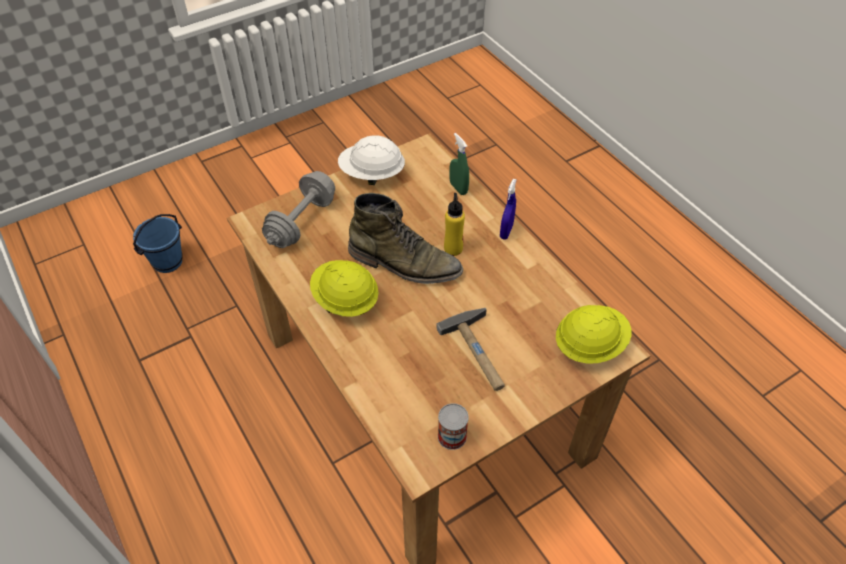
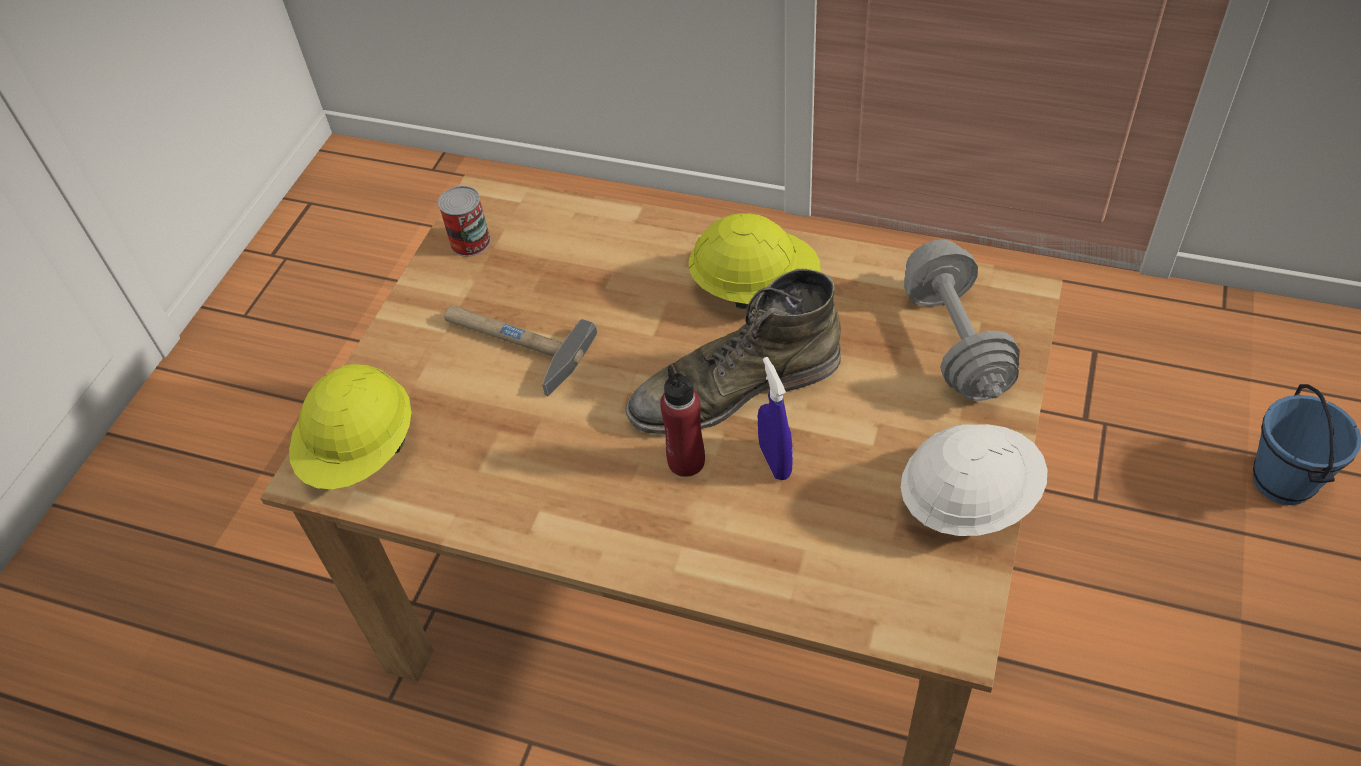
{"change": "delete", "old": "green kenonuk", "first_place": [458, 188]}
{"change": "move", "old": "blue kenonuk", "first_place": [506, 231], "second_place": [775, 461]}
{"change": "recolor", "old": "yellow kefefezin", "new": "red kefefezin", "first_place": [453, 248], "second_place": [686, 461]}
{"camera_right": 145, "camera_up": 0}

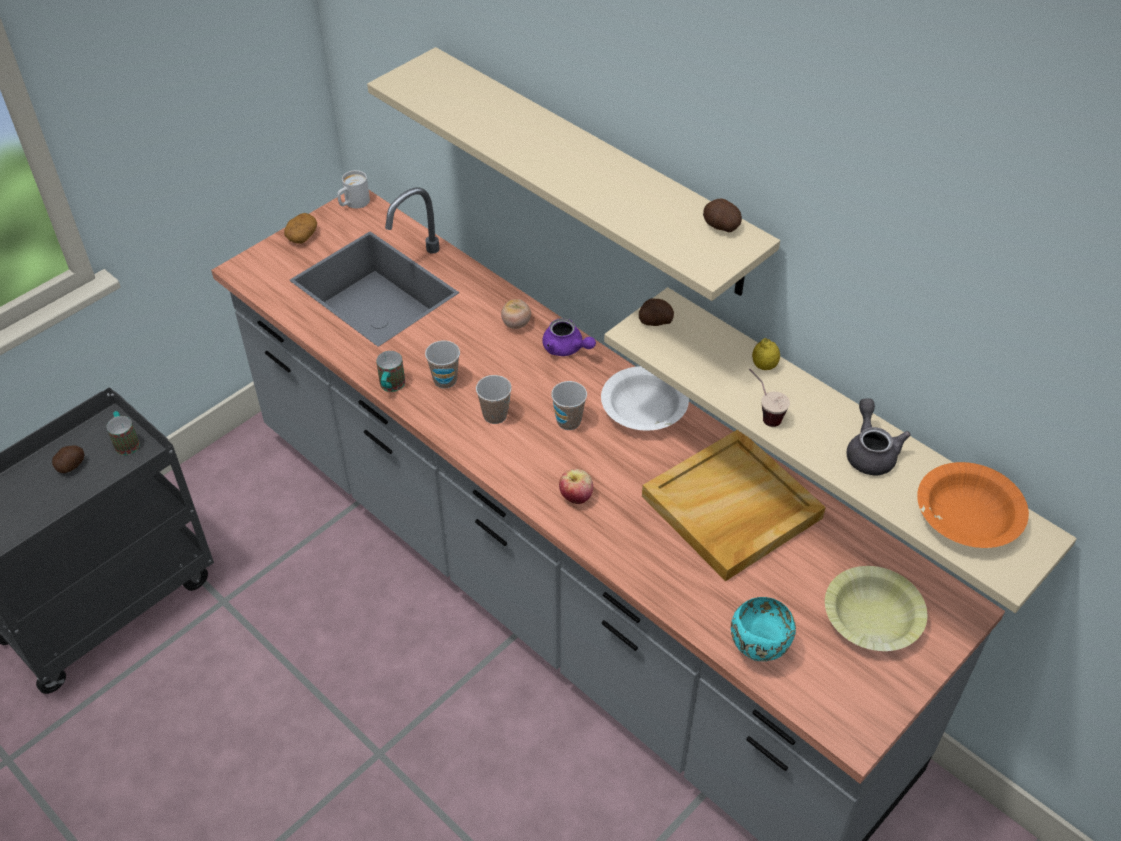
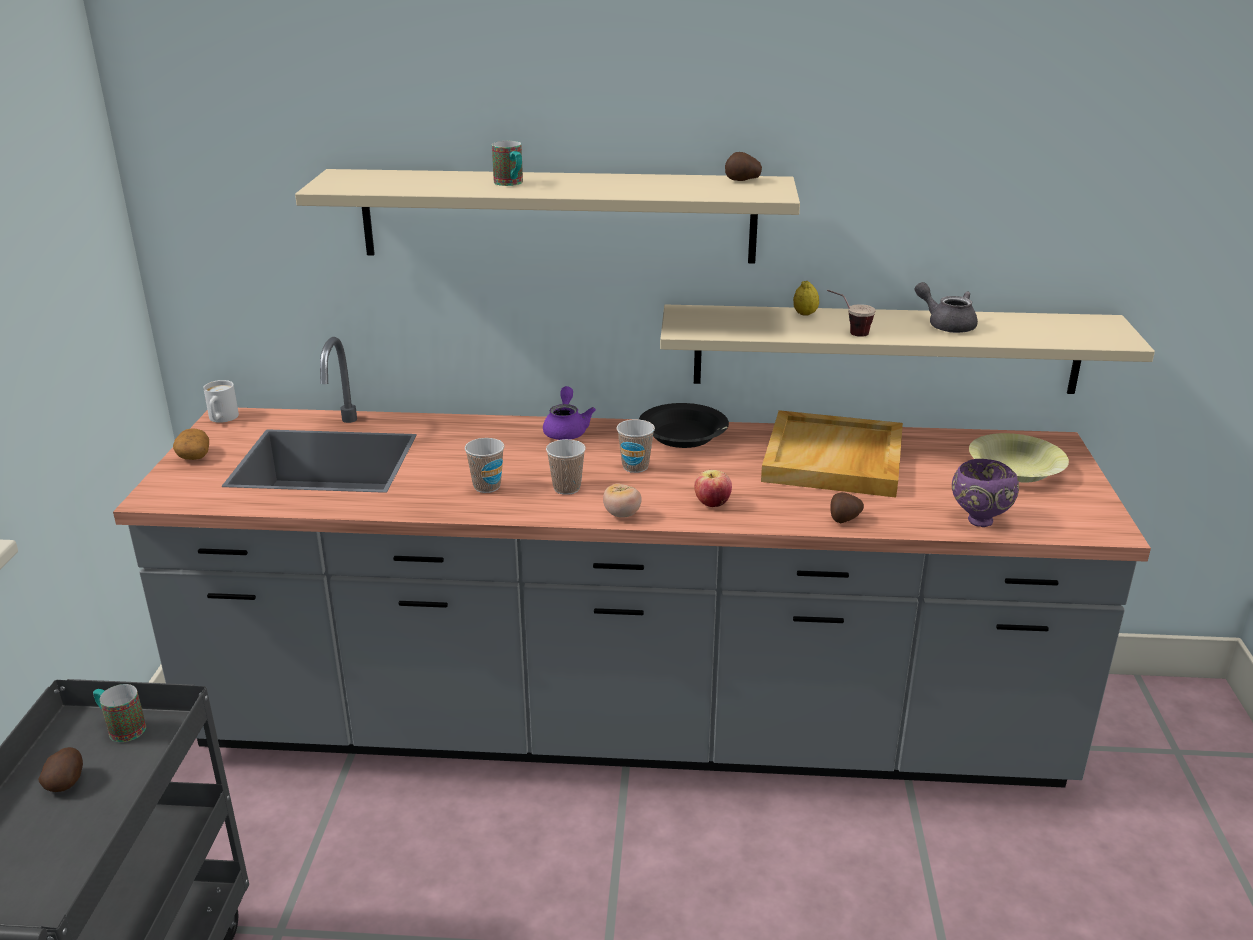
{"change": "move", "old": "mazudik", "first_place": [655, 322], "second_place": [843, 519]}
{"change": "move", "old": "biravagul", "first_place": [516, 324], "second_place": [622, 514]}
{"change": "rotate", "old": "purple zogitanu", "first_place": [566, 349], "second_place": [566, 430], "degrees": -90}
{"change": "move", "old": "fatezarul", "first_place": [391, 387], "second_place": [511, 184]}
{"change": "recolor", "old": "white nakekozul", "new": "black nakekozul", "first_place": [643, 409], "second_place": [683, 437]}
{"change": "delete", "old": "orange nakekozul", "first_place": [967, 516]}
{"change": "recolor", "old": "turquoise nakekozul", "new": "purple nakekozul", "first_place": [758, 649], "second_place": [978, 520]}
{"camera_right": -40, "camera_up": -20}

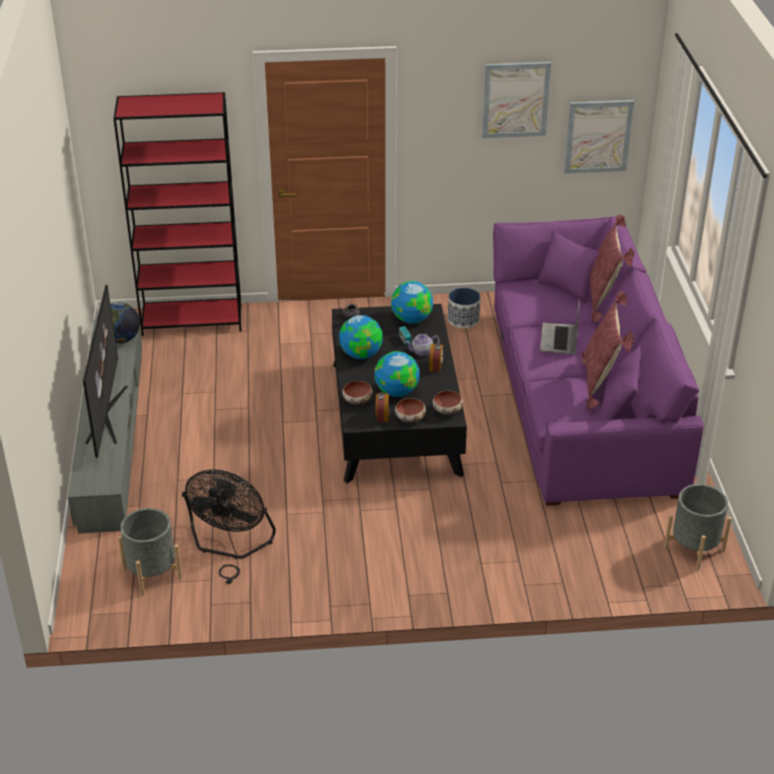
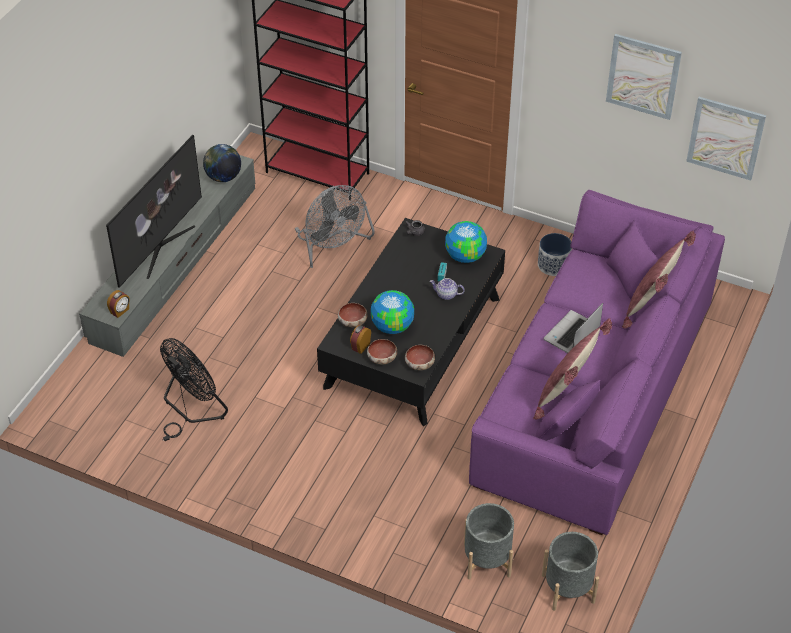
{"change": "delete", "old": "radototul", "first_place": [361, 354]}
{"change": "move", "old": "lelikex", "first_place": [436, 366], "second_place": [120, 311]}
{"change": "move", "old": "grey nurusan", "first_place": [152, 574], "second_place": [487, 560]}
{"change": "insert", "new": "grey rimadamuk", "second_place": [330, 245]}
{"camera_right": 30, "camera_up": 10}

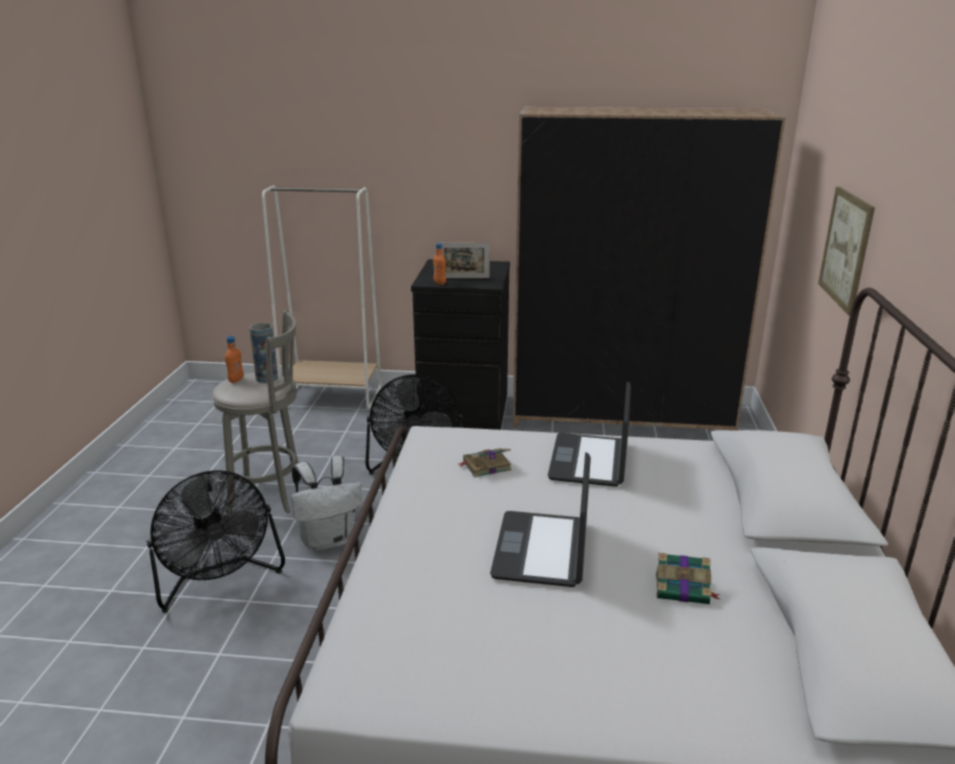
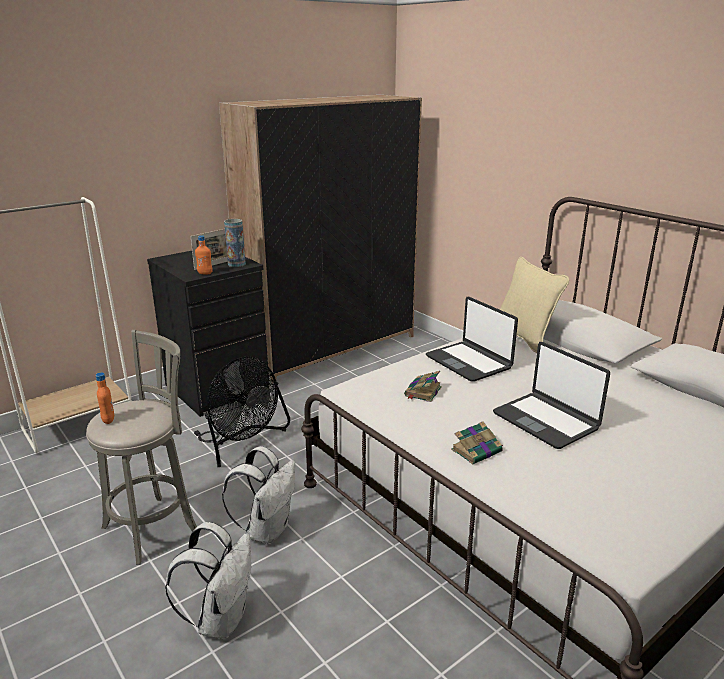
{"change": "delete", "old": "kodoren", "first_place": [846, 249]}
{"change": "move", "old": "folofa", "first_place": [267, 378], "second_place": [236, 264]}
{"change": "replace", "old": "black rimadamuk", "new": "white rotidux", "first_place": [213, 579], "second_place": [221, 619]}
{"change": "move", "old": "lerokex", "first_place": [683, 589], "second_place": [477, 450]}
{"change": "insert", "new": "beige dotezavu", "second_place": [524, 337]}
{"camera_right": -45, "camera_up": 0}

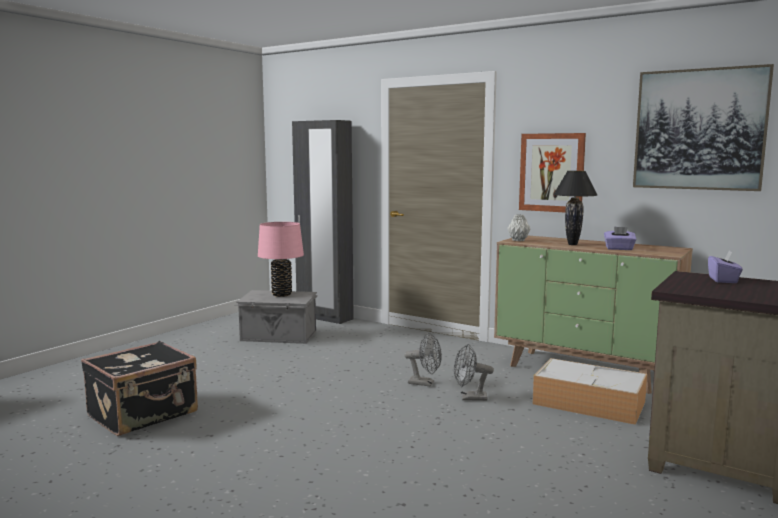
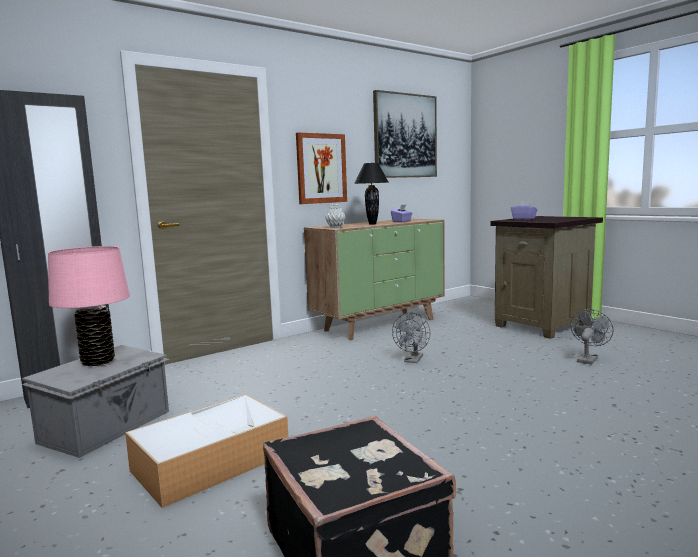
{"change": "move", "old": "grey rimadamuk", "first_place": [425, 383], "second_place": [588, 359]}
{"change": "move", "old": "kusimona", "first_place": [590, 403], "second_place": [213, 461]}
{"camera_right": -70, "camera_up": 0}

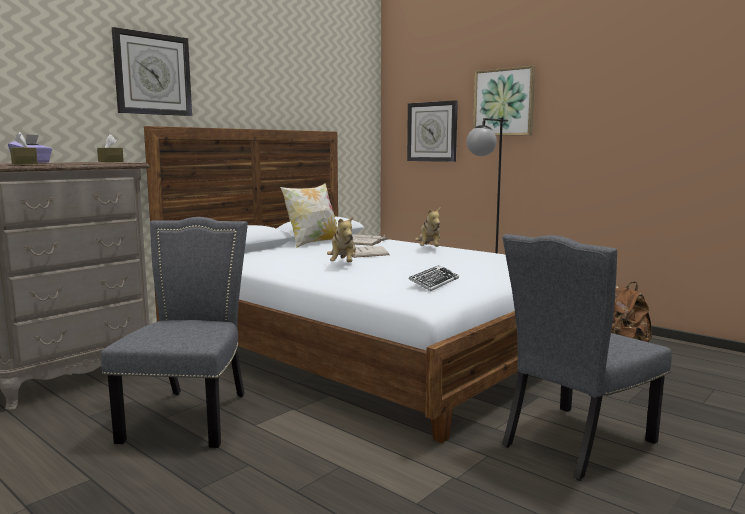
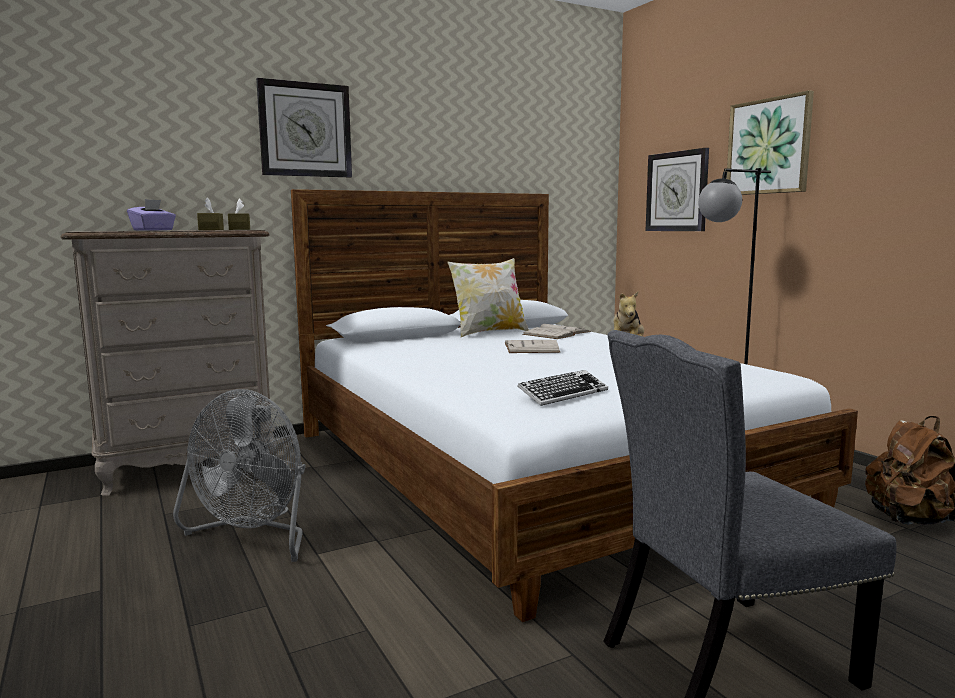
{"change": "move", "old": "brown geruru", "first_place": [24, 164], "second_place": [211, 230]}
{"change": "delete", "old": "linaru", "first_place": [343, 264]}
{"change": "replace", "old": "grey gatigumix", "new": "grey rimadamuk", "first_place": [188, 419], "second_place": [255, 534]}
{"camera_right": 20, "camera_up": 0}

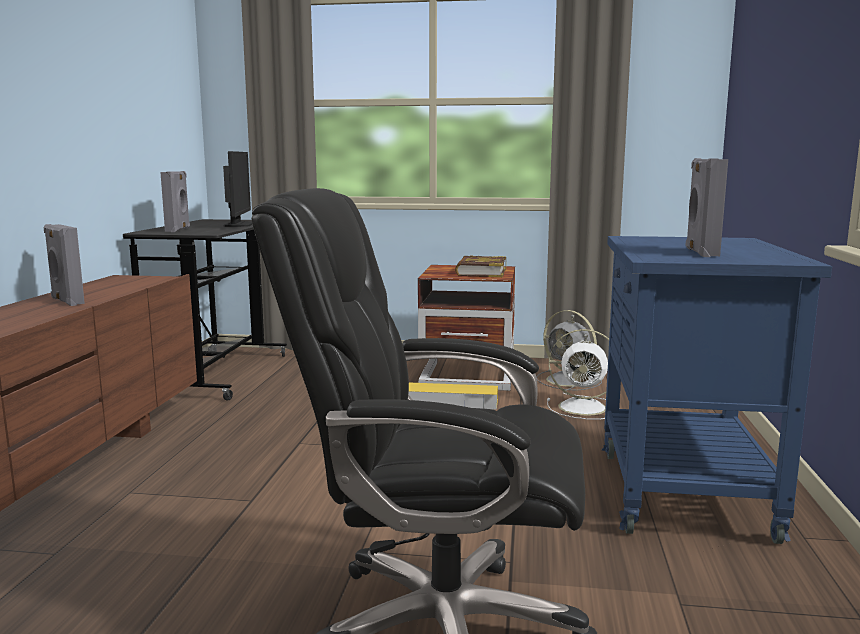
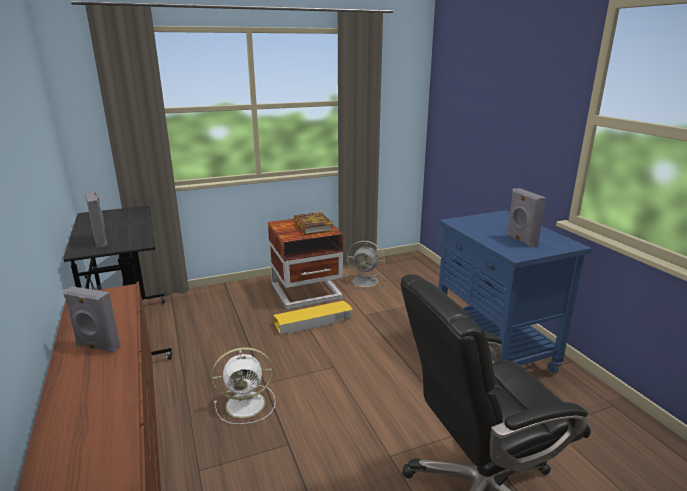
{"change": "delete", "old": "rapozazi", "first_place": [239, 224]}
{"change": "move", "old": "white rimadamuk", "first_place": [584, 408], "second_place": [247, 404]}
{"camera_right": -30, "camera_up": 10}

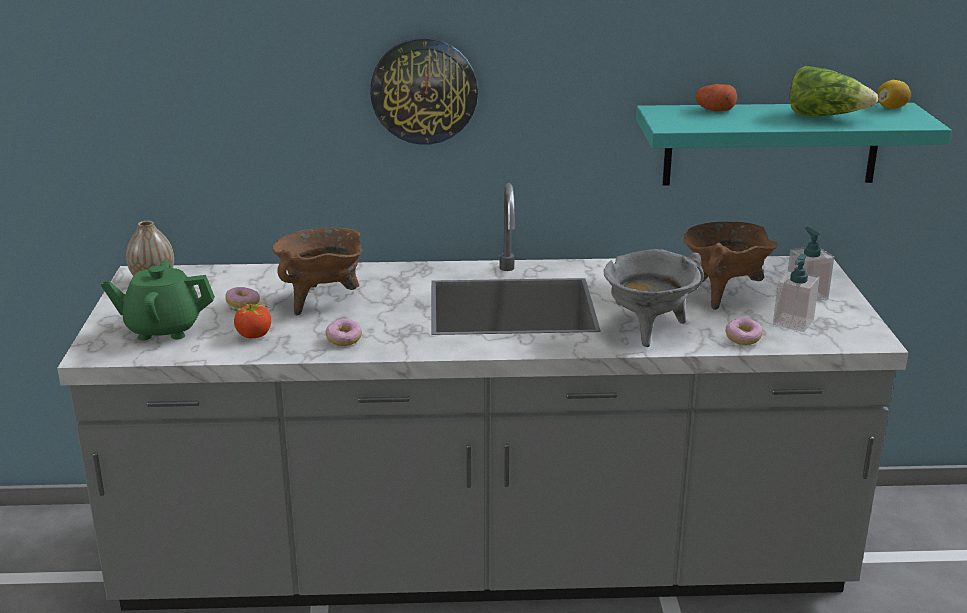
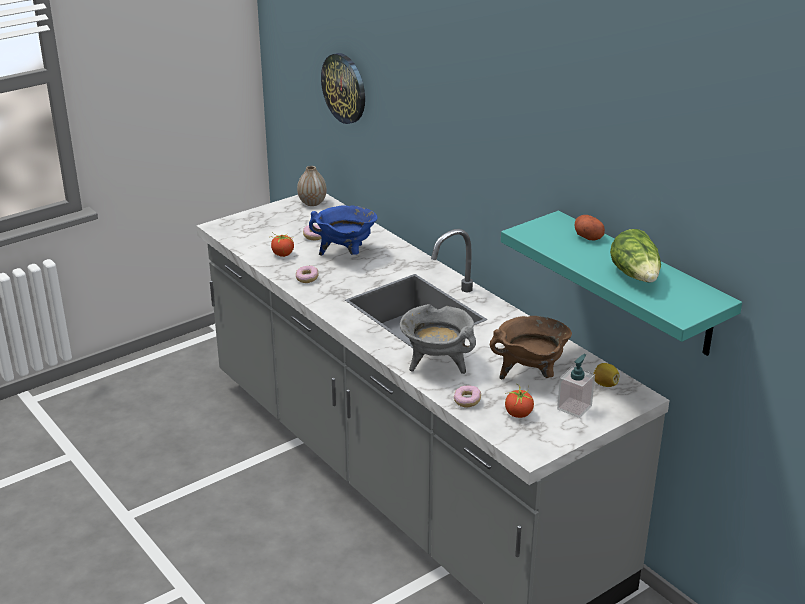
{"change": "move", "old": "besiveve", "first_place": [424, 90], "second_place": [344, 88]}
{"change": "move", "old": "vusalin", "first_place": [891, 108], "second_place": [605, 384]}
{"change": "recolor", "old": "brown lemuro", "new": "blue lemuro", "first_place": [322, 300], "second_place": [346, 254]}
{"change": "replace", "old": "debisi", "new": "biravagul", "first_place": [793, 322], "second_place": [518, 414]}
{"change": "delete", "old": "green zogitanu", "first_place": [163, 329]}
{"camera_right": 55, "camera_up": 5}

